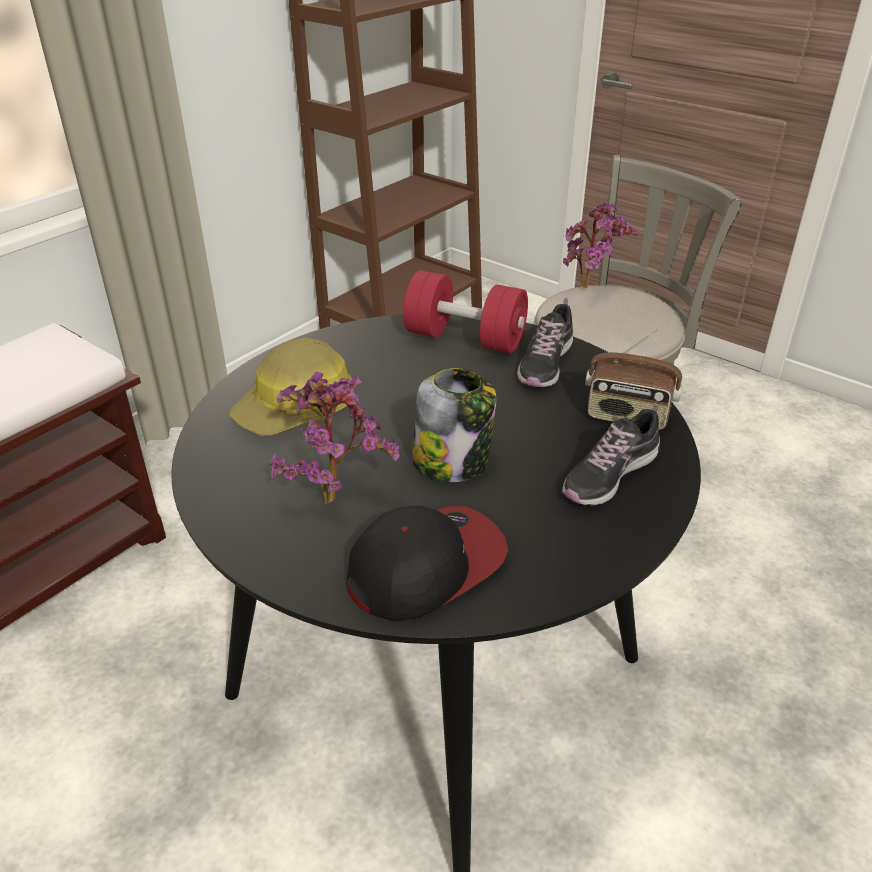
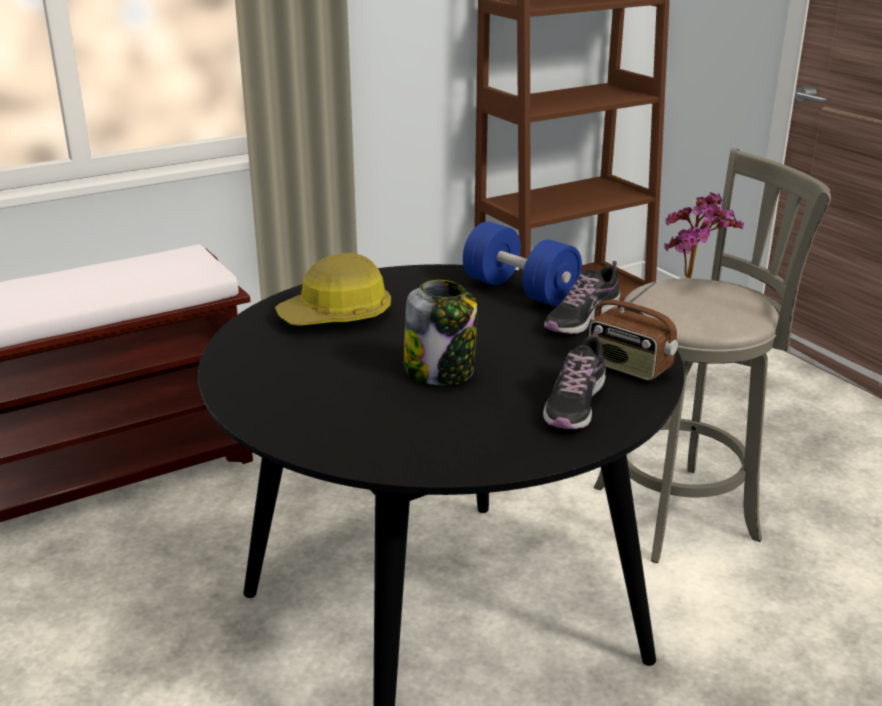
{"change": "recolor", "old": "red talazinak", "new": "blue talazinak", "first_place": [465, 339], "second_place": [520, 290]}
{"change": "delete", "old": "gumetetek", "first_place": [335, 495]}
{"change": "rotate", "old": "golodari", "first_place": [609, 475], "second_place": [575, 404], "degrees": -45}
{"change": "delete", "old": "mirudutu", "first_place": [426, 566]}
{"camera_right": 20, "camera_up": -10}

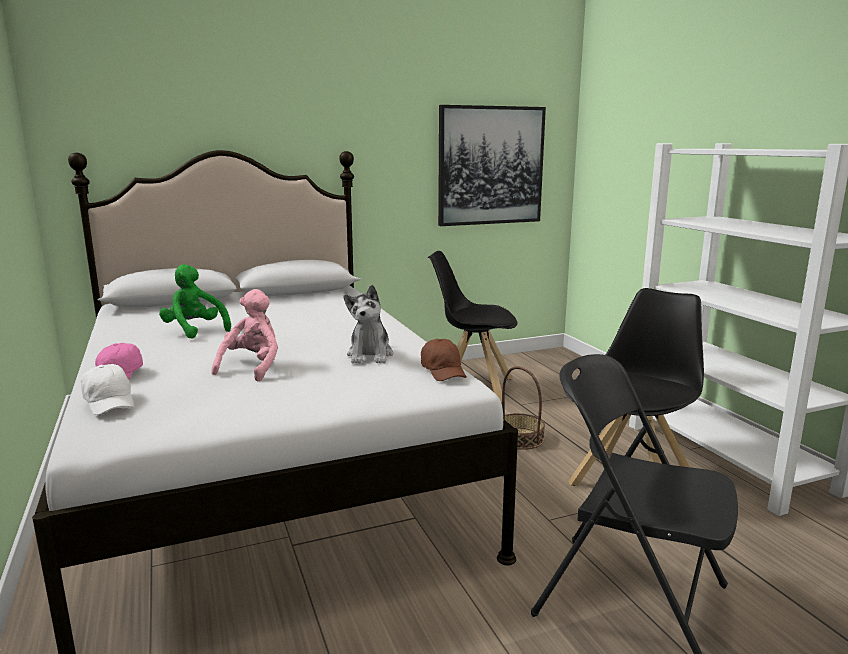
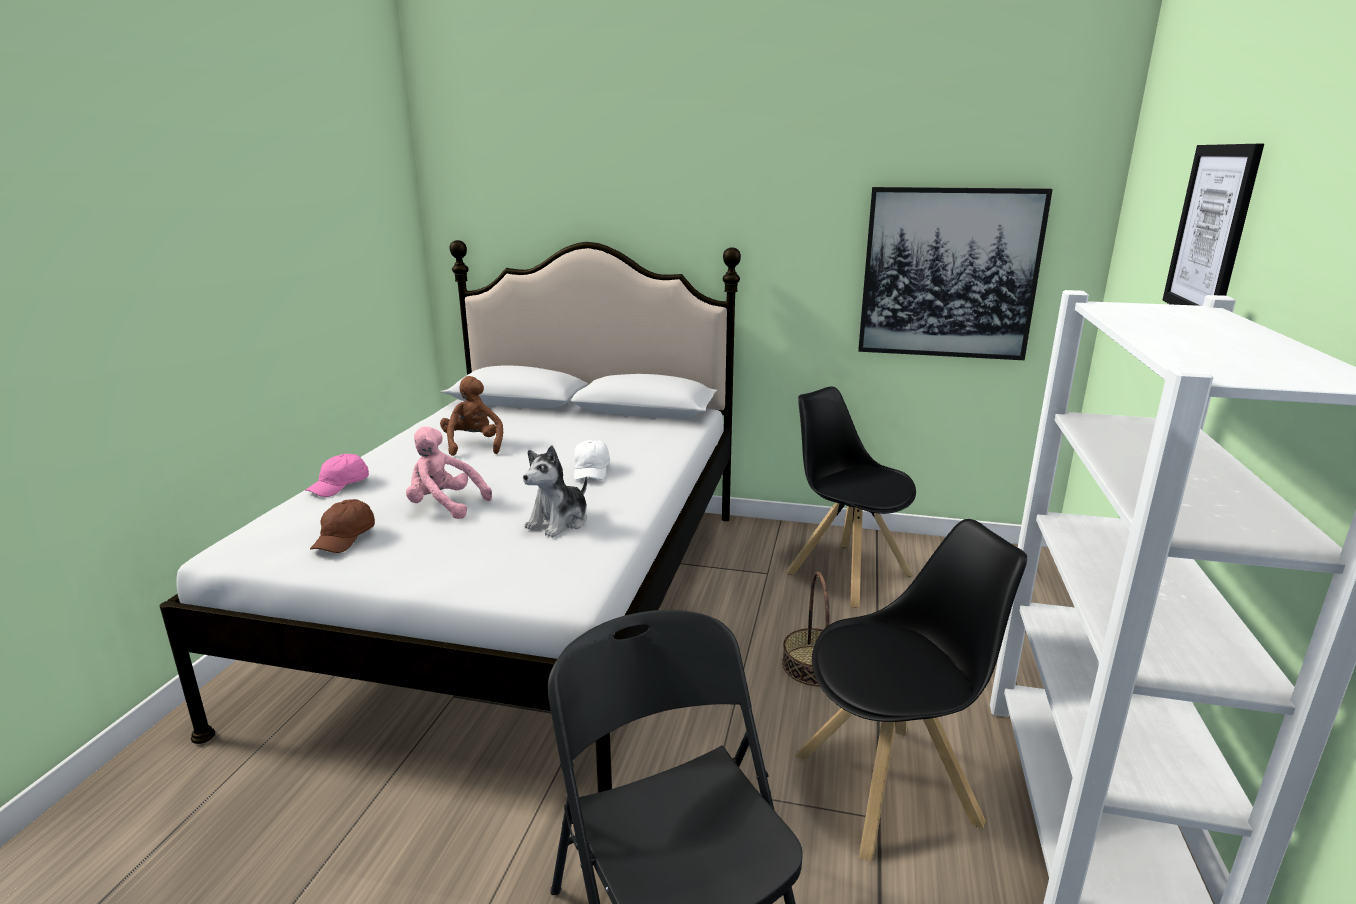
{"change": "recolor", "old": "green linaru", "new": "brown linaru", "first_place": [194, 330], "second_place": [474, 445]}
{"change": "rotate", "old": "pink linaru", "first_place": [252, 367], "second_place": [444, 506], "degrees": -120}
{"change": "move", "old": "brown mirudutu", "first_place": [443, 371], "second_place": [345, 538]}
{"change": "move", "old": "white mirudutu", "first_place": [110, 402], "second_place": [591, 471]}
{"change": "insert", "new": "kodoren", "second_place": [1211, 231]}
{"camera_right": 35, "camera_up": 5}

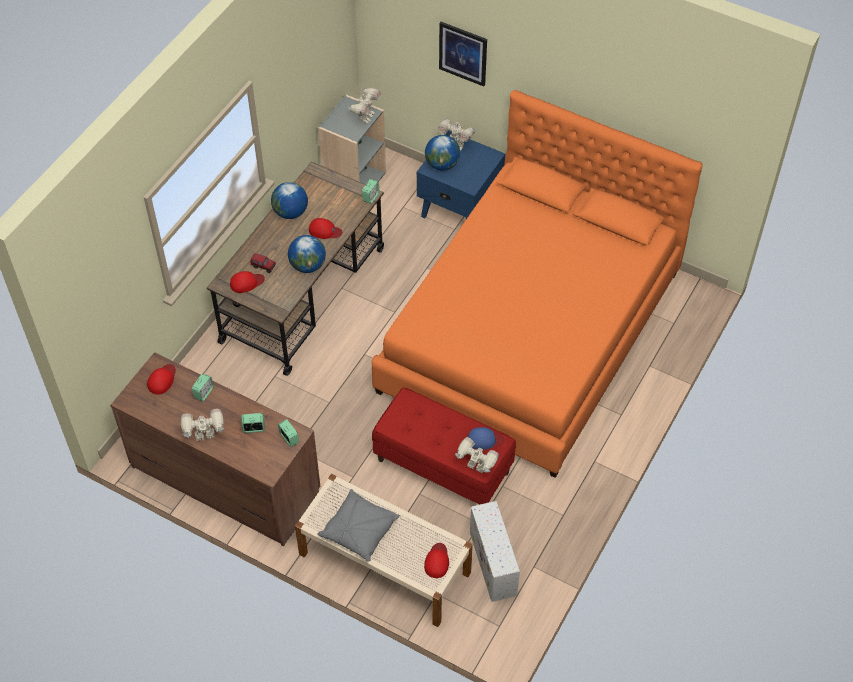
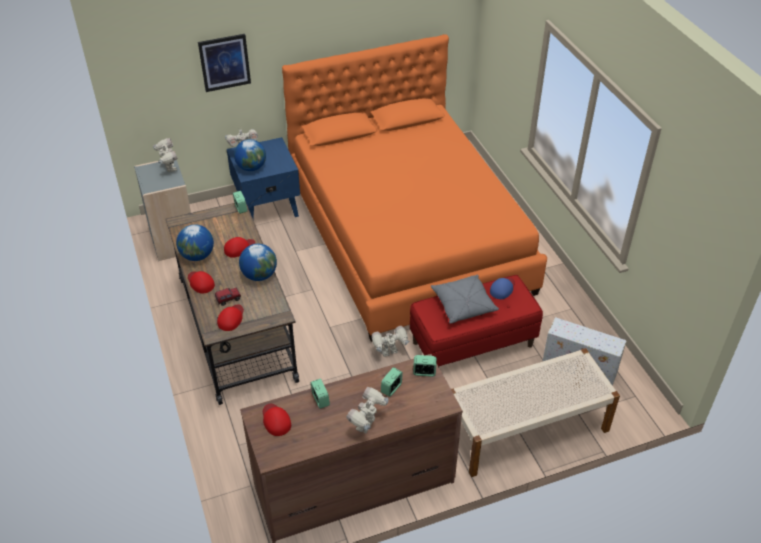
{"change": "move", "old": "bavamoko", "first_place": [476, 468], "second_place": [389, 353]}
{"change": "move", "old": "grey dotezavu", "first_place": [359, 530], "second_place": [463, 305]}
{"change": "move", "old": "red mirudutu", "first_place": [437, 561], "second_place": [200, 282]}
{"camera_right": -50, "camera_up": -10}

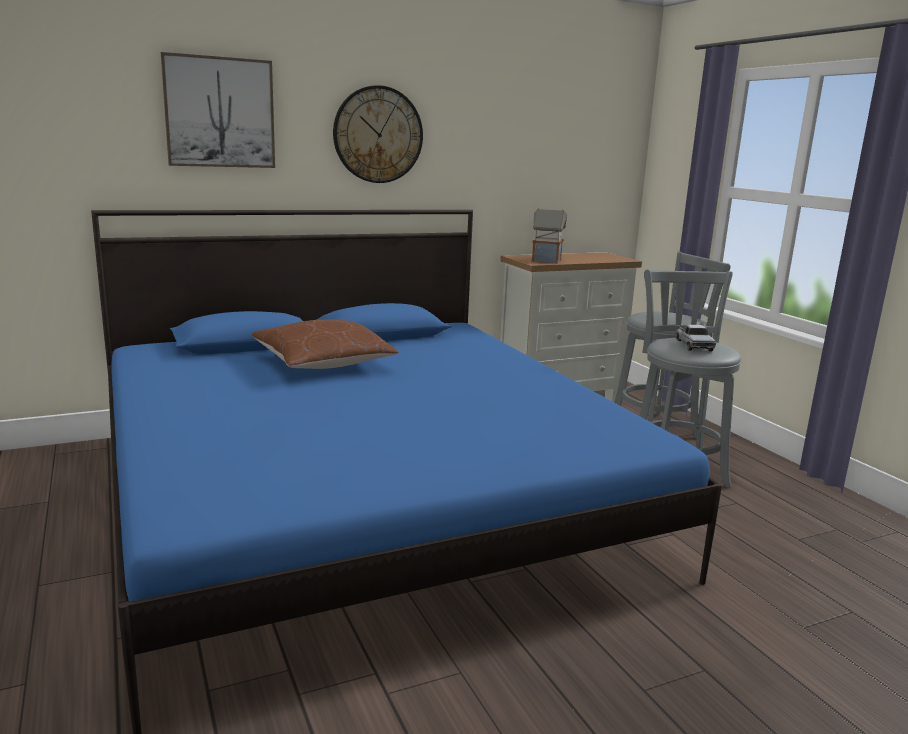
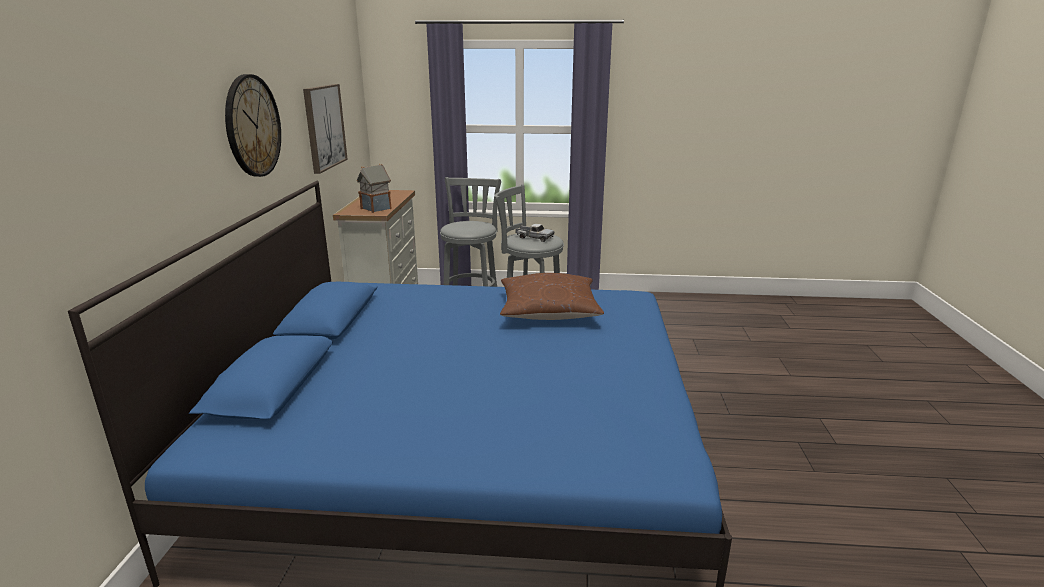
{"change": "move", "old": "kodoren", "first_place": [219, 112], "second_place": [324, 127]}
{"change": "move", "old": "brown dotezavu", "first_place": [323, 363], "second_place": [549, 311]}
{"camera_right": -60, "camera_up": 5}

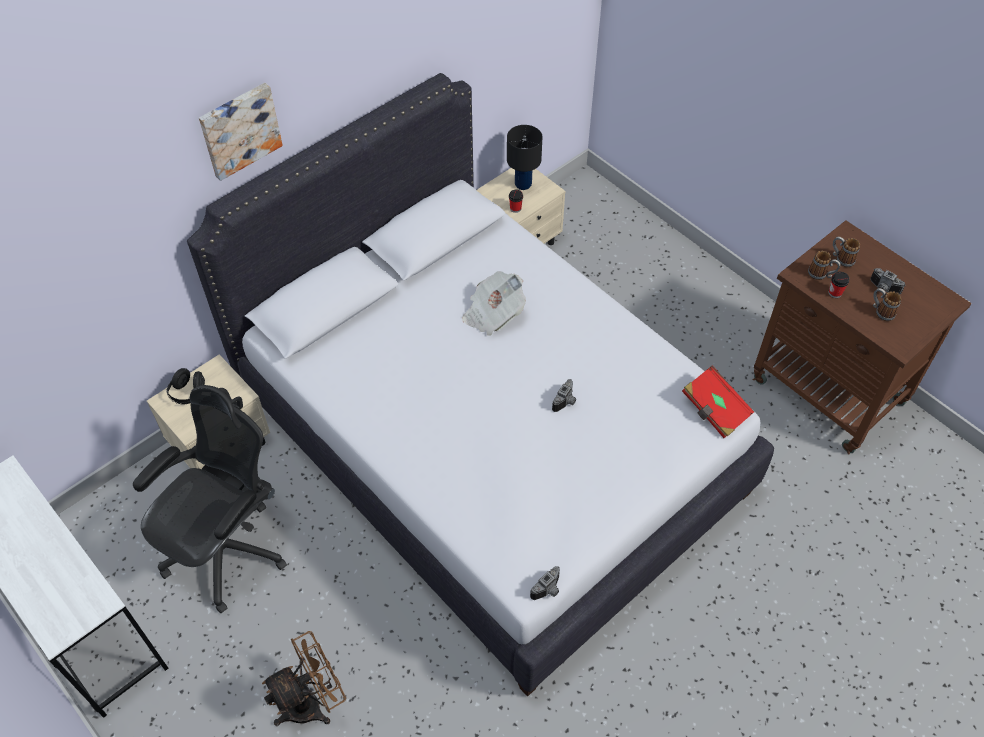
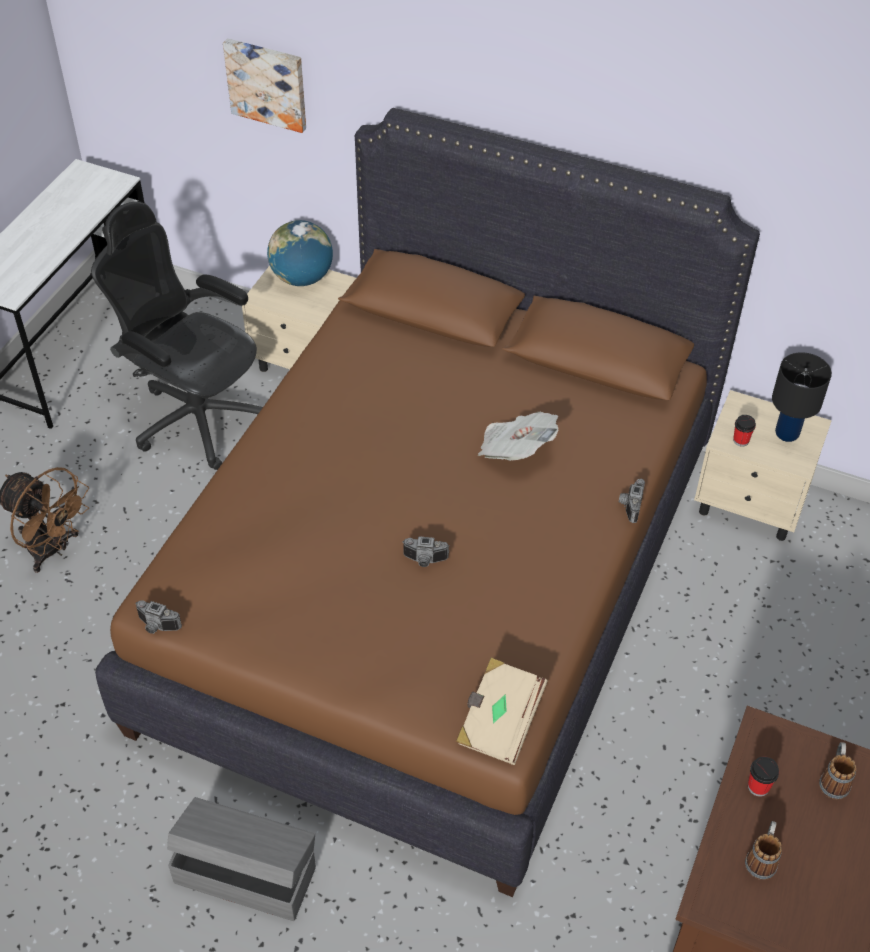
{"change": "recolor", "old": "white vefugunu", "new": "brown vefugunu", "first_place": [490, 445], "second_place": [433, 585]}
{"change": "move", "old": "kodoren", "first_place": [239, 129], "second_place": [267, 83]}
{"change": "delete", "old": "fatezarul", "first_place": [821, 275]}
{"change": "move", "old": "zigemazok", "first_place": [882, 289], "second_place": [629, 505]}
{"change": "recolor", "old": "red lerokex", "new": "beige lerokex", "first_place": [714, 410], "second_place": [499, 721]}
{"change": "replace", "old": "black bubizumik", "new": "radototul", "first_place": [188, 393], "second_place": [302, 278]}
{"change": "rotate", "old": "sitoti", "first_place": [229, 546], "second_place": [196, 417], "degrees": -150}
{"change": "insert", "new": "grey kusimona", "second_place": [244, 873]}
{"camera_right": 65, "camera_up": -5}

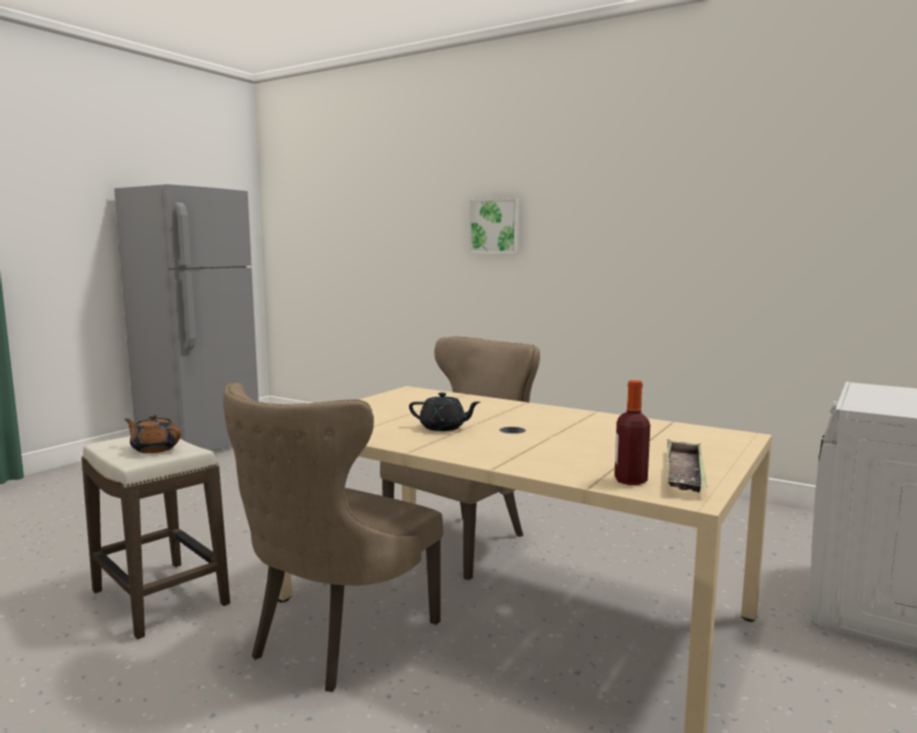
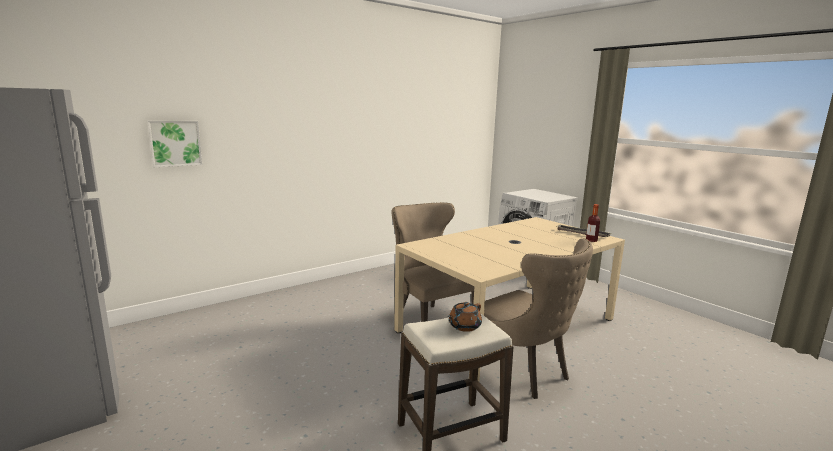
{"change": "move", "old": "kodoren", "first_place": [495, 226], "second_place": [175, 143]}
{"change": "delete", "old": "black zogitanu", "first_place": [443, 427]}
{"camera_right": -70, "camera_up": 5}

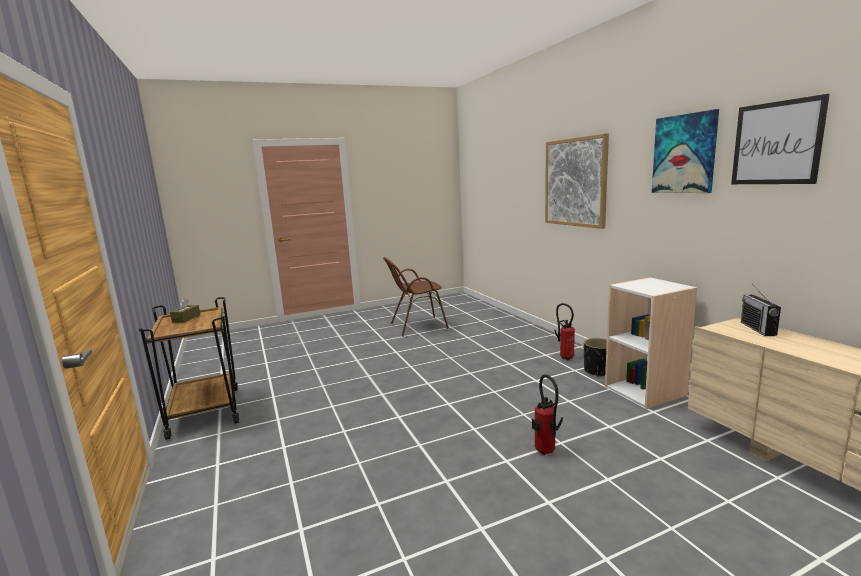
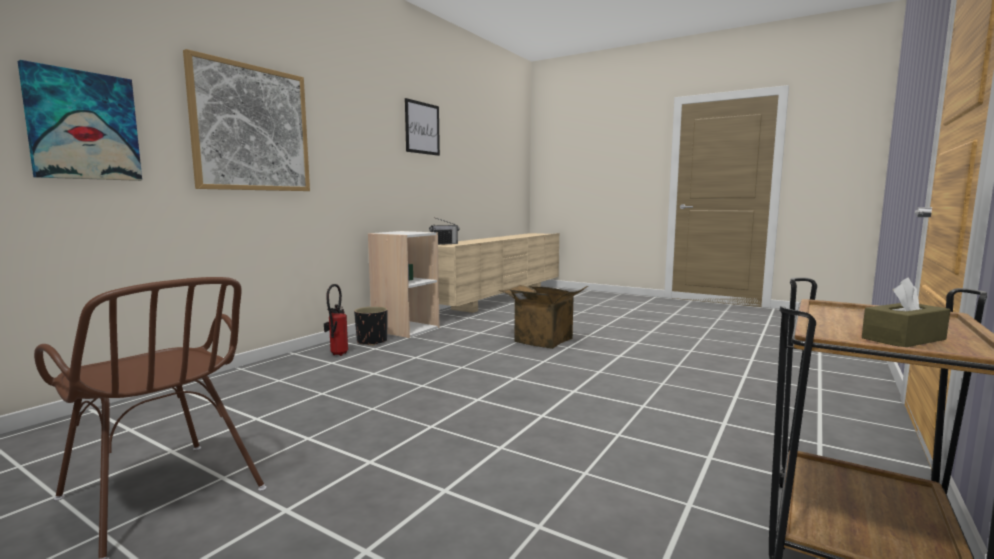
{"change": "move", "old": "kodoren", "first_place": [684, 154], "second_place": [83, 126]}
{"change": "replace", "old": "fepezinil", "new": "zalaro", "first_place": [545, 453], "second_place": [541, 340]}
{"camera_right": -125, "camera_up": -5}

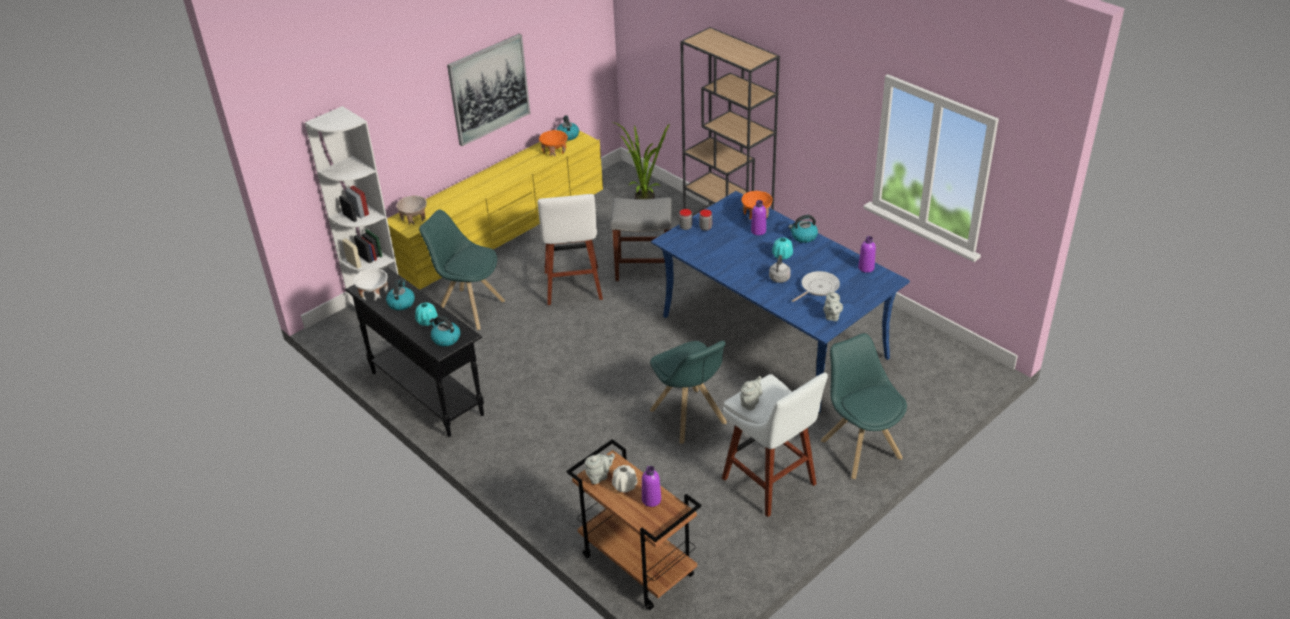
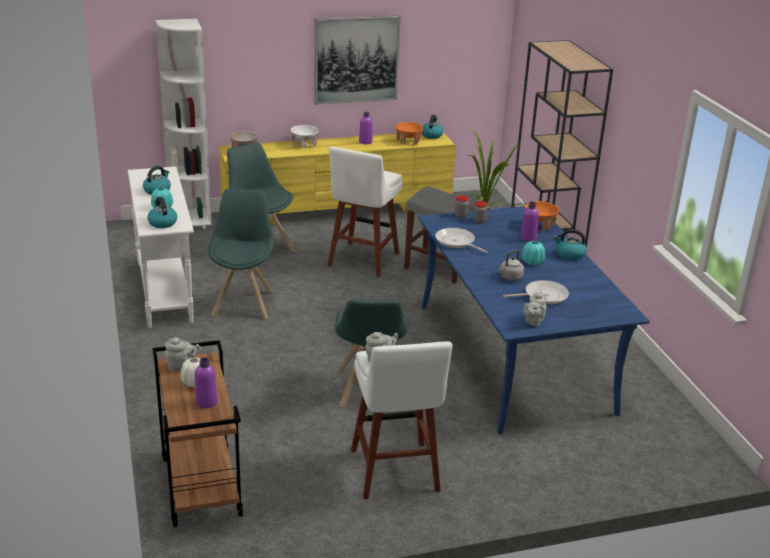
{"change": "move", "old": "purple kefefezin", "first_place": [866, 268], "second_place": [365, 142]}
{"change": "recolor", "old": "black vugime", "new": "white vugime", "first_place": [427, 393], "second_place": [165, 292]}
{"change": "move", "old": "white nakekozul", "first_place": [373, 293], "second_place": [304, 145]}
{"change": "move", "old": "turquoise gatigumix", "first_place": [860, 449], "second_place": [243, 303]}
{"change": "insert", "new": "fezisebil", "second_place": [456, 242]}
{"camera_right": 25, "camera_up": -10}

